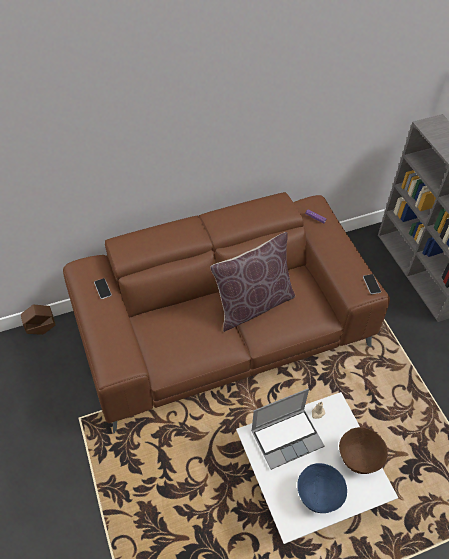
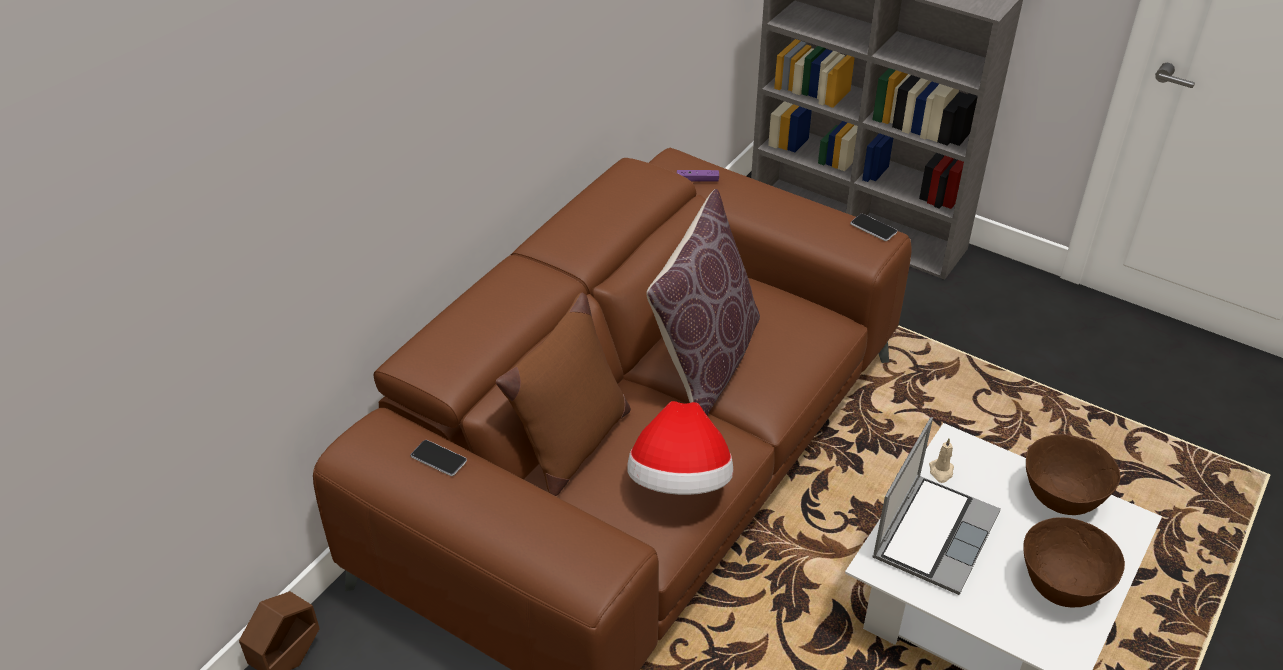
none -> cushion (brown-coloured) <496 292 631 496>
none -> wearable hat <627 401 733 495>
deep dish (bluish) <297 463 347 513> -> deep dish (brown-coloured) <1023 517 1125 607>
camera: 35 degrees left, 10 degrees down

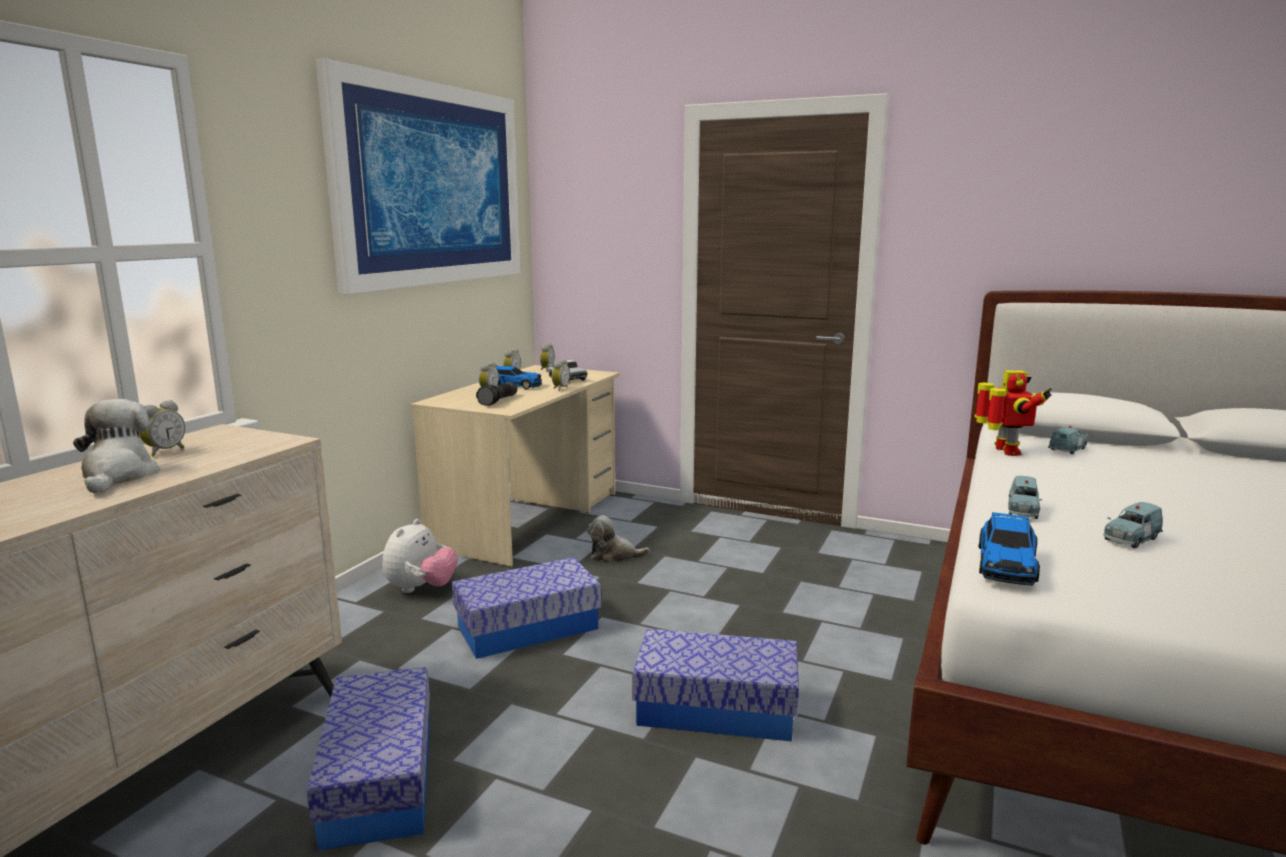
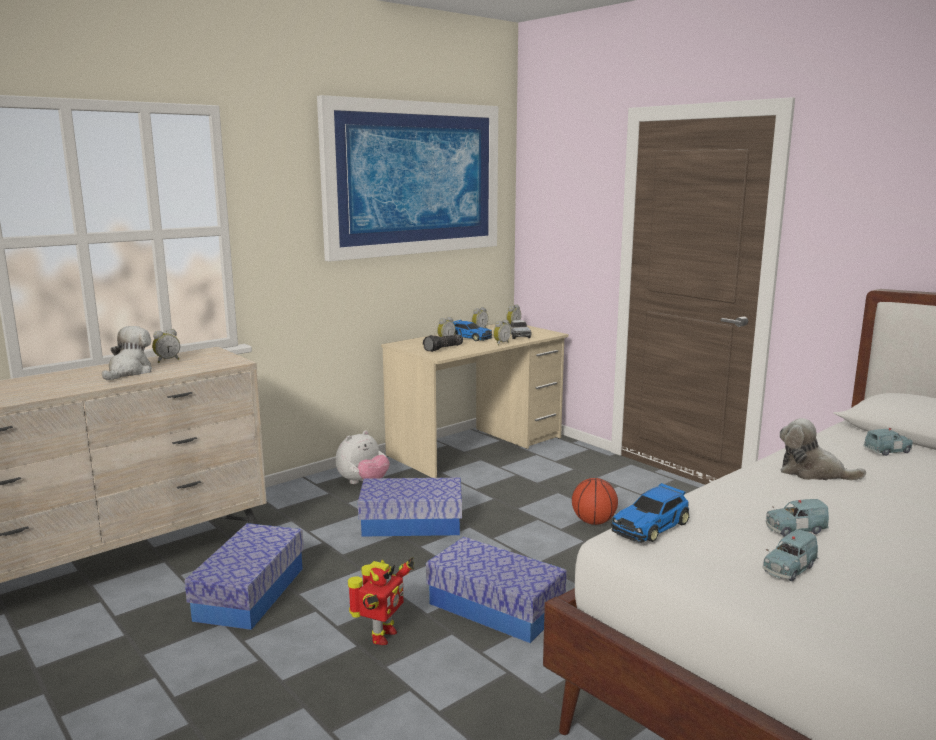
model robot <975 370 1052 456> -> model robot <348 557 414 645>, relocated
none -> basketball <572 478 618 525>
miniature car (bluish) <1008 476 1042 519> -> miniature car (bluish) <763 529 818 581>, relocated
cuddly toy <587 515 650 563> -> cuddly toy <780 418 866 480>, relocated
camera: 25 degrees right, 0 degrees up

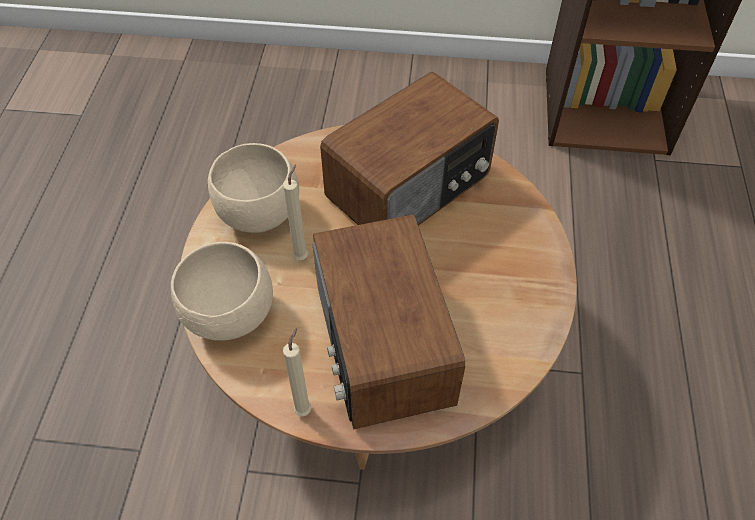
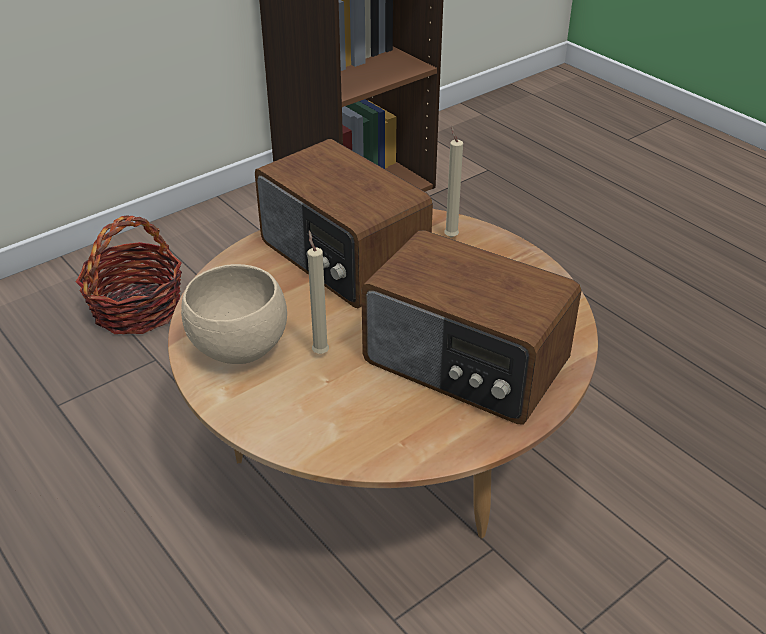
none -> basket <76 215 182 335>
radio receiver <320 72 499 226> -> radio receiver <255 139 433 308>, 135 degrees clockwise
wax light (beige-coloured) <283 328 311 417> -> wax light (beige-coloured) <444 125 463 238>, relocated
deep dish (beige-coloured) <171 242 273 341> -> none
camera: 45 degrees left, 15 degrees down

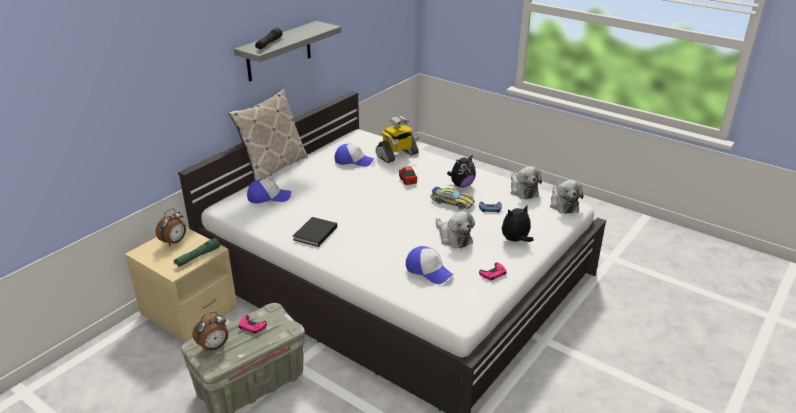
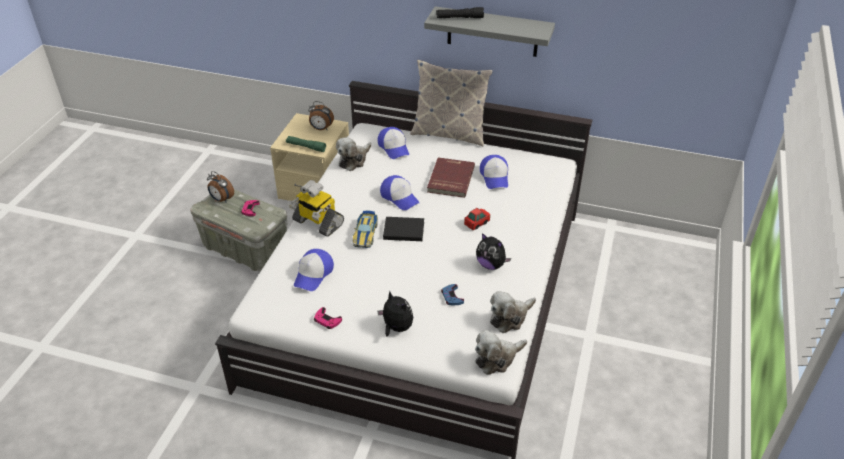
model robot <375 115 420 163> -> model robot <288 180 344 237>, relocated
cuddly toy <436 211 475 248> -> cuddly toy <336 137 371 171>, relocated
miniature car <430 187 475 210> -> miniature car <353 211 378 248>, relocated
none -> peaked cap <380 175 420 210>
bound book (black-coloured) <293 217 337 247> -> bound book (black-coloured) <383 217 424 241>, relocated
none -> bound book (red-coloured) <427 157 475 198>
camera: 70 degrees right, 10 degrees up

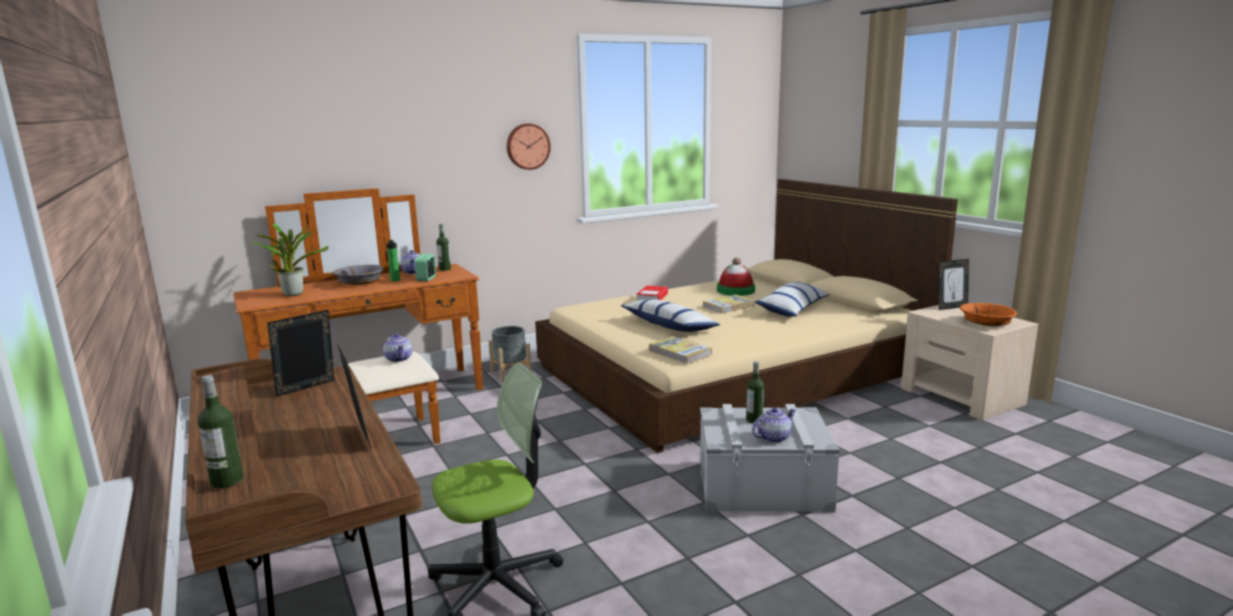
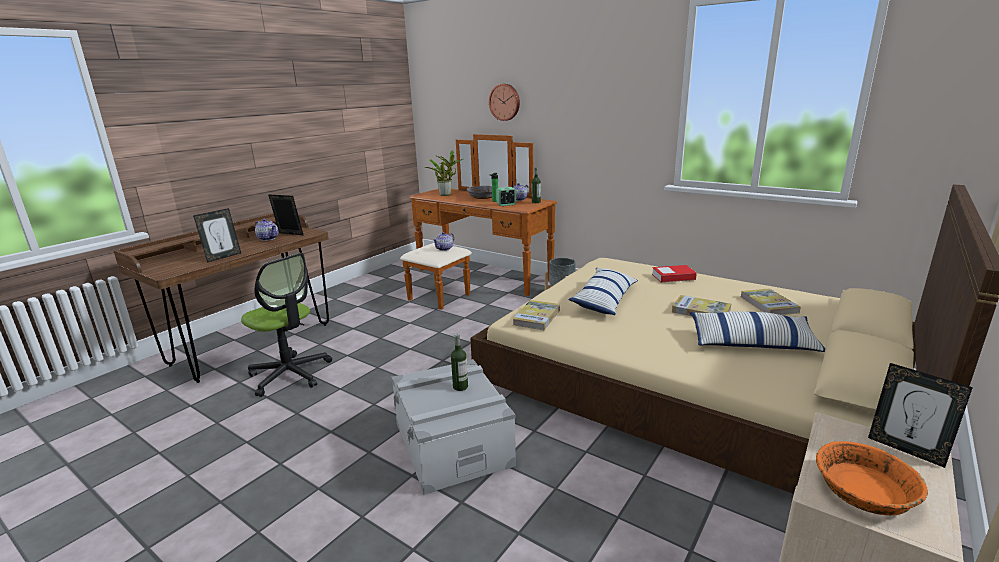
pot for tea <752 407 796 443> -> pot for tea <255 218 278 241>, relocated
clock on the wall <507 123 551 170> -> clock on the wall <489 84 520 121>, relocated
wearable hat <717 258 755 296> -> bound book <741 289 801 315>
beverage bottle <198 375 243 488> -> none
camera: 65 degrees right, 5 degrees up

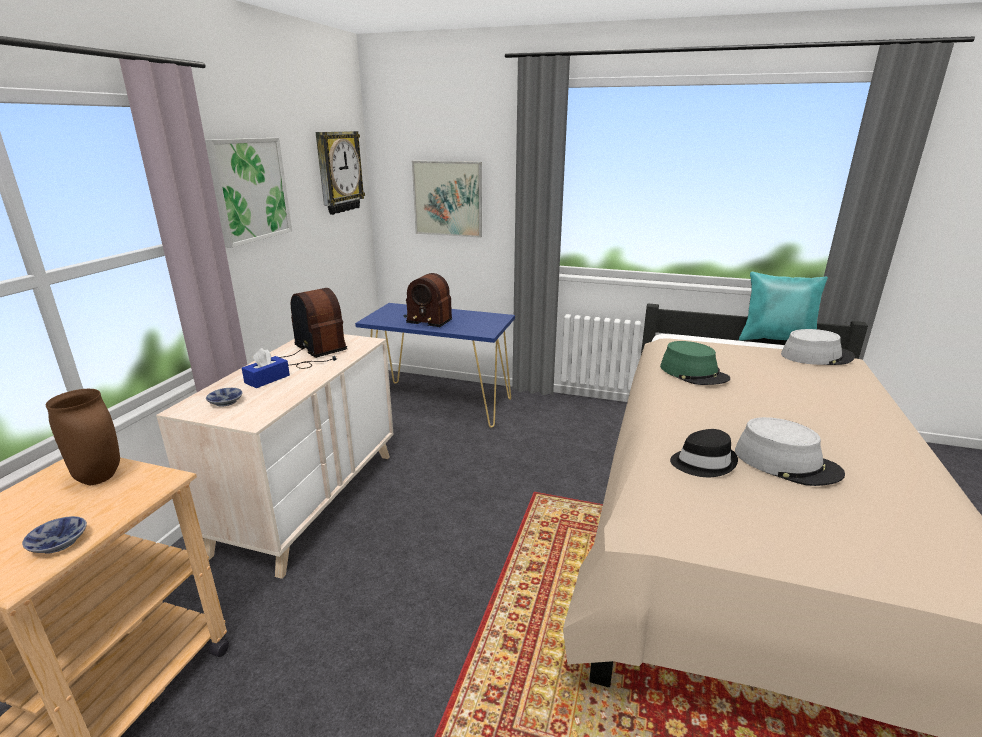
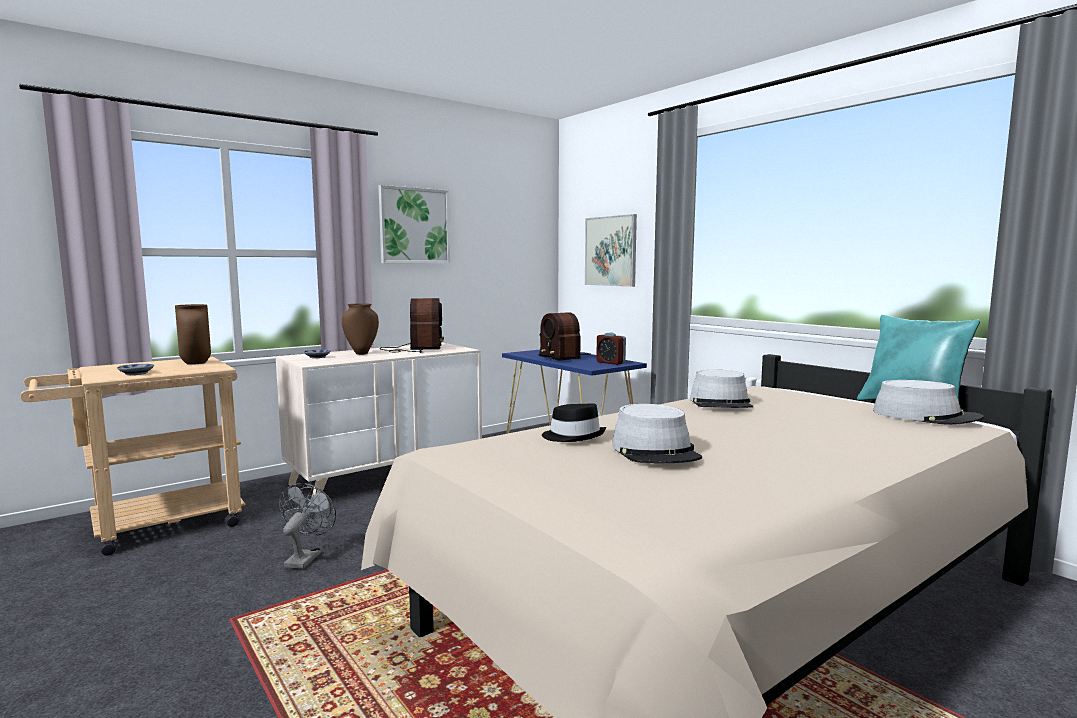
none -> fan (grey) <279 483 336 569>
tissue box (bluish) <242 348 290 388> -> flower vase (brown-coloured) <342 303 379 355>
none -> table clock <596 332 626 365>
wearable hat (green-coloured) <660 341 730 385> -> wearable hat (grey) <690 369 753 408>
clock on the wall <316 131 365 215> -> none
camera: 35 degrees right, 15 degrees down

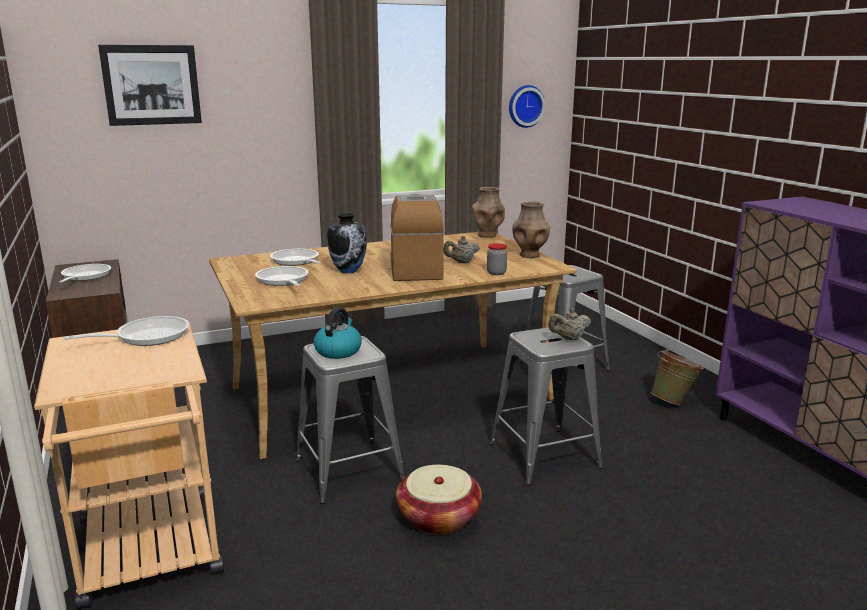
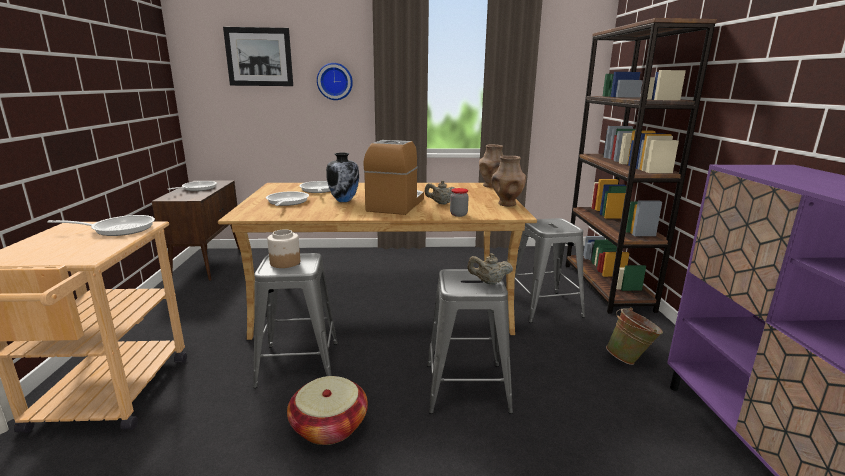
tea kettle <313 307 362 359> -> preserve jar <267 229 300 268>
clock on the wall <509 85 545 128> -> clock on the wall <317 63 353 100>, relocated
none -> shelving unit (brown-coloured) <565 18 717 314>
camera: 20 degrees right, 0 degrees up

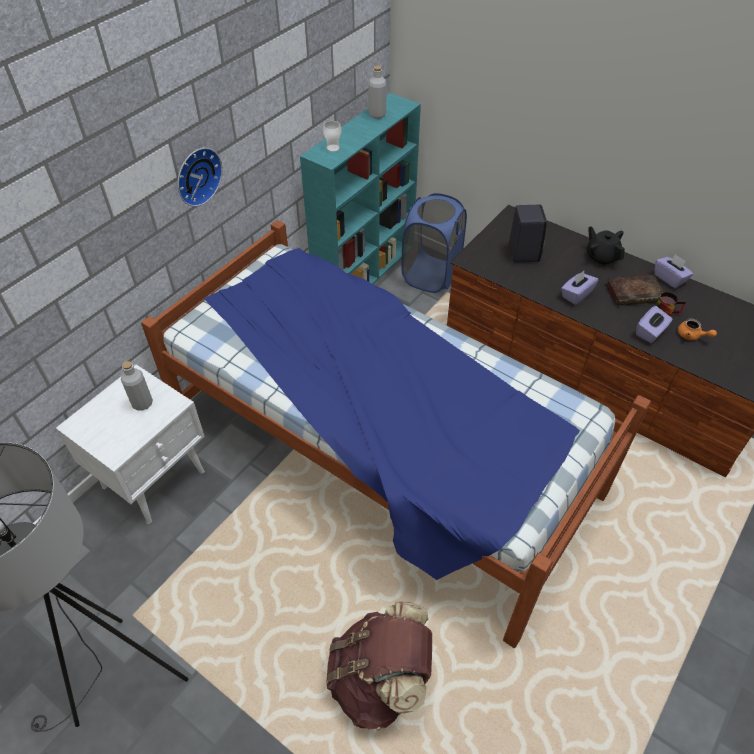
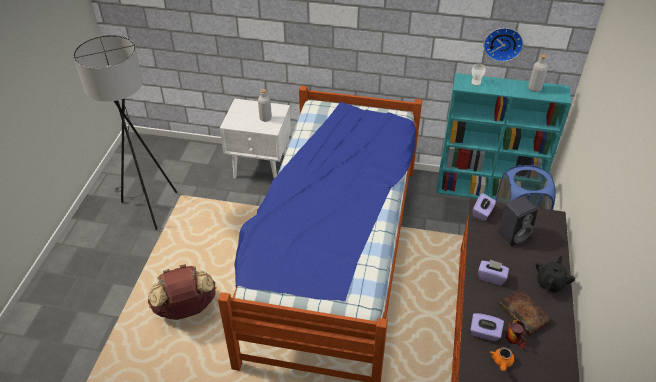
tissue box (purplish) <655 254 693 288> -> tissue box (purplish) <473 193 496 221>, relocated
clock on the wall <177 148 223 207> -> clock on the wall <483 28 524 62>, relocated
camera: 65 degrees right, 5 degrees down

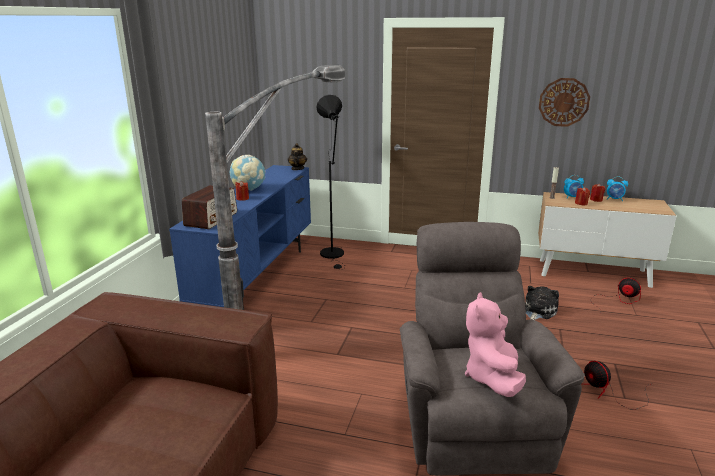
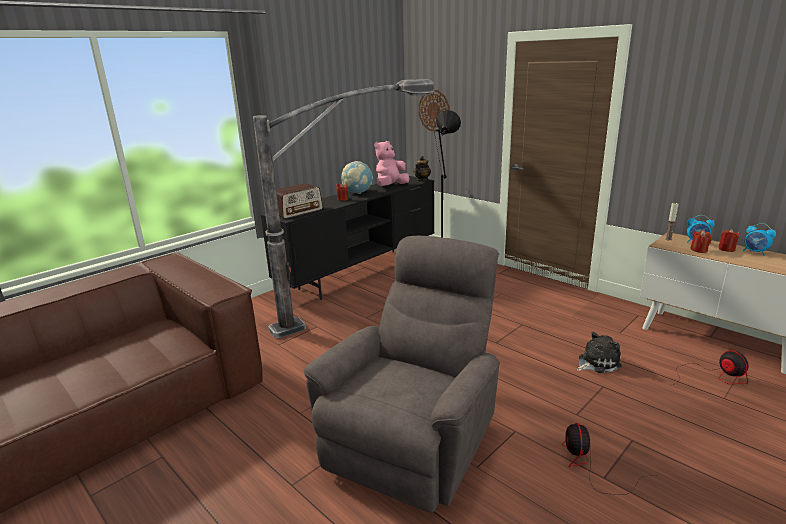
media console (bluish) <169 165 311 310> -> media console (black-coloured) <261 176 434 300>
cuddly toy (pink-coloured) <465 292 526 397> -> cuddly toy (pink-coloured) <374 141 410 186>, relocated
clock on the wall <539 78 590 127> -> clock on the wall <418 90 450 131>, relocated
camera: 30 degrees right, 0 degrees up

